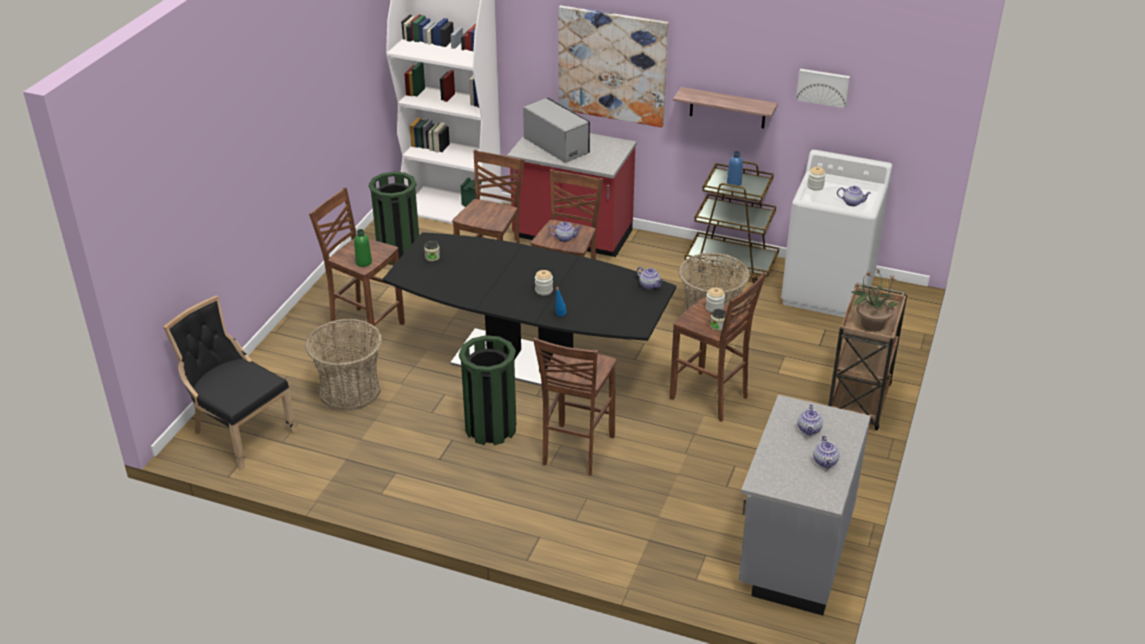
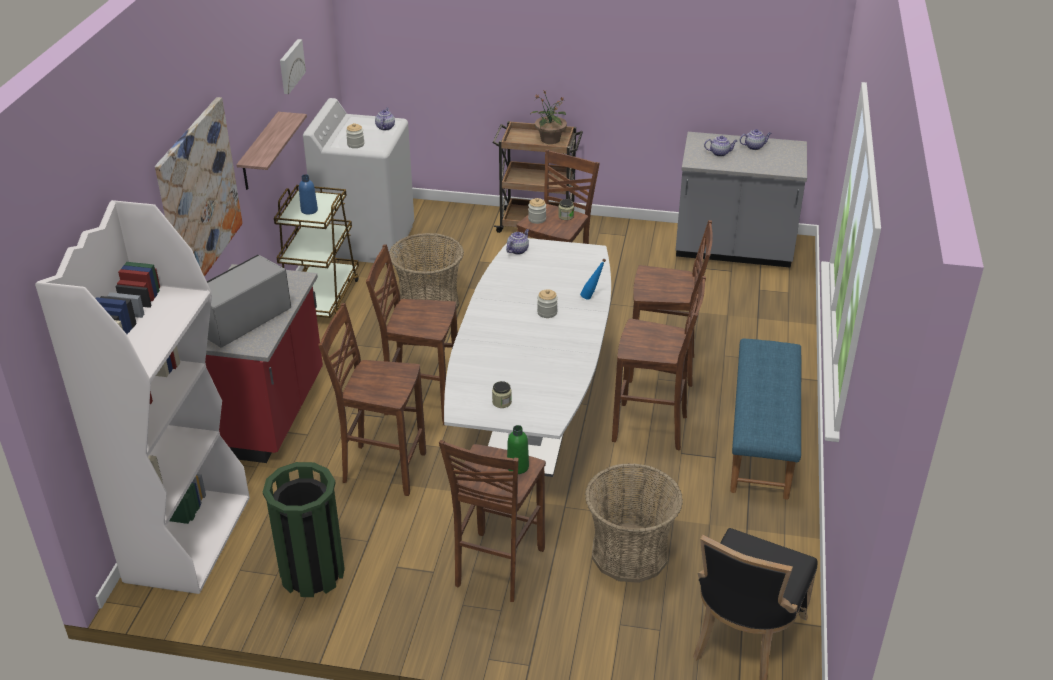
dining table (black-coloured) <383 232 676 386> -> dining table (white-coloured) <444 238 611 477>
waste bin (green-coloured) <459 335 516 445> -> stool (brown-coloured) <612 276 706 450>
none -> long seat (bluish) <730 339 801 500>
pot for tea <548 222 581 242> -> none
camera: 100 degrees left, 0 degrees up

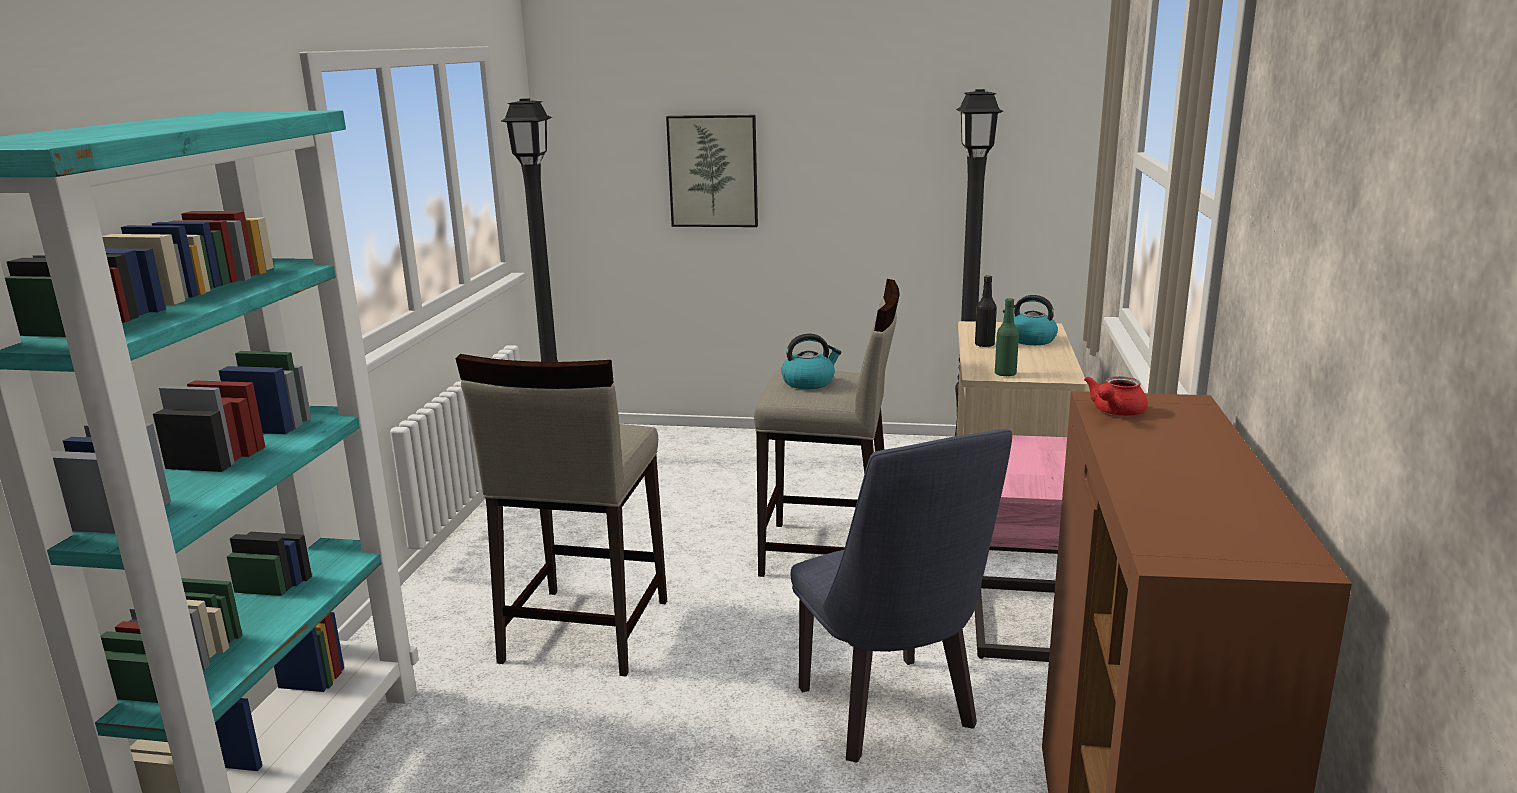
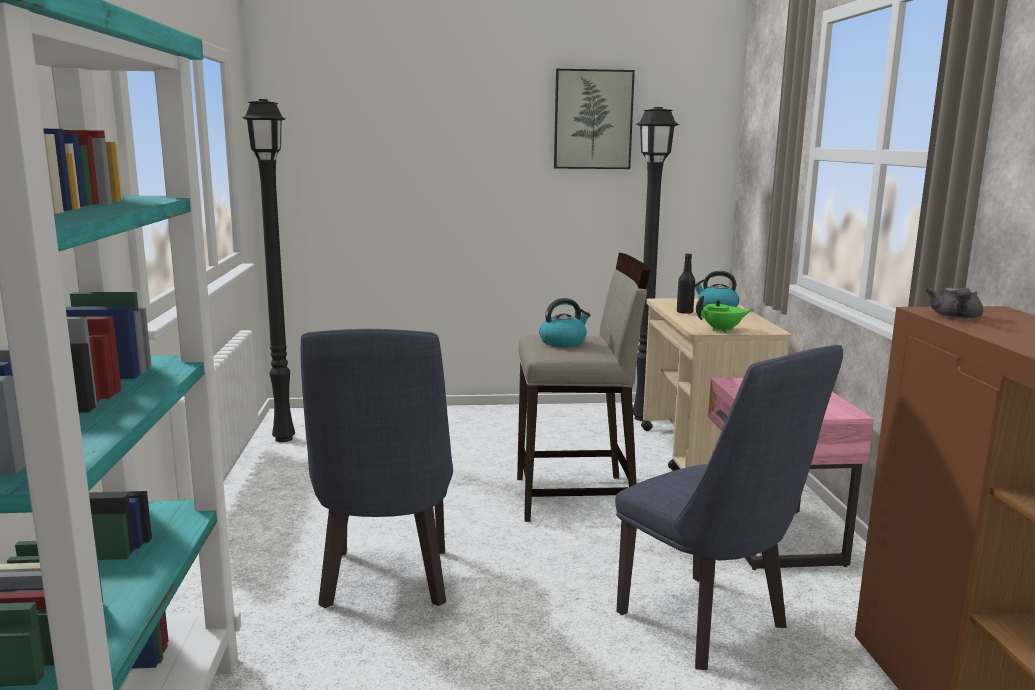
stool (beige-coloured) <455 354 667 677> -> upright chair (bluish) <301 329 453 608>
wall art <666 115 758 227> -> wall art <554 69 635 169>, relocated
beverage bottle (green-coloured) <995 298 1019 377> -> pot for tea (green-coloured) <696 295 753 333>
pot for tea (red-coloured) <1084 376 1148 416> -> pot for tea (grey) <926 287 983 319>
camera: 15 degrees left, 5 degrees down

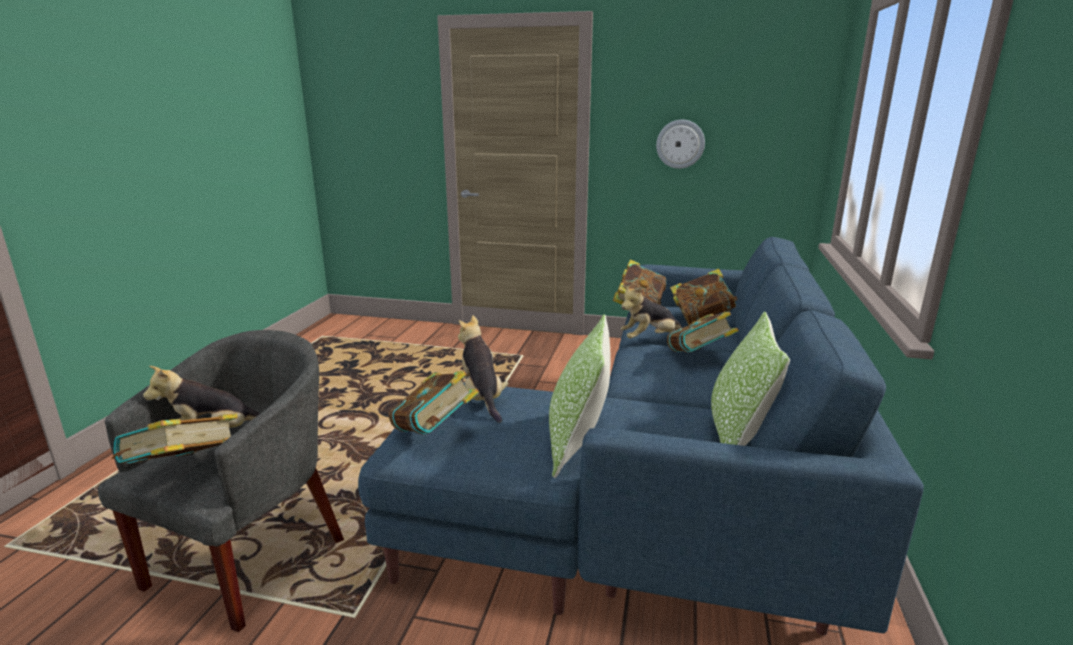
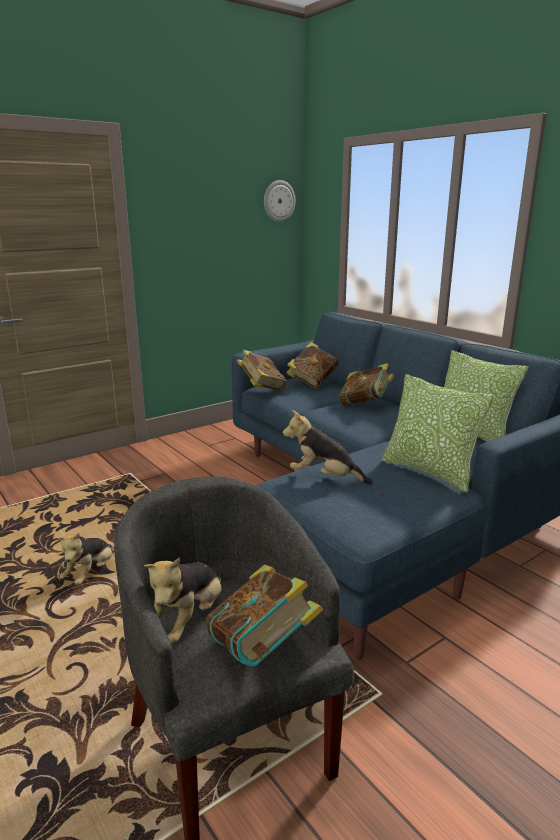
cuddly toy <621 285 682 338> -> cuddly toy <57 533 114 585>, relocated
clock on the wall <656 119 705 169> -> clock on the wall <264 180 295 222>, relocated
bound book <389 371 479 435> -> none
camera: 50 degrees left, 0 degrees up

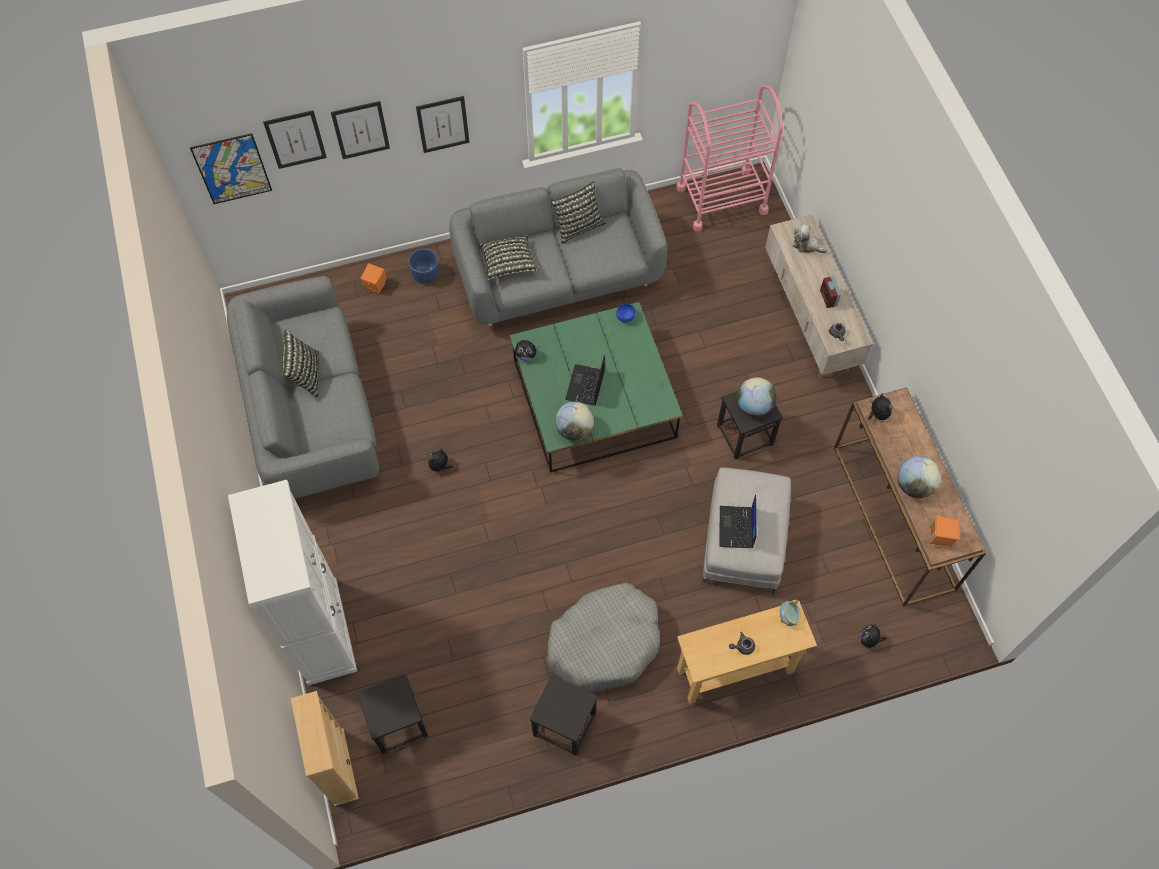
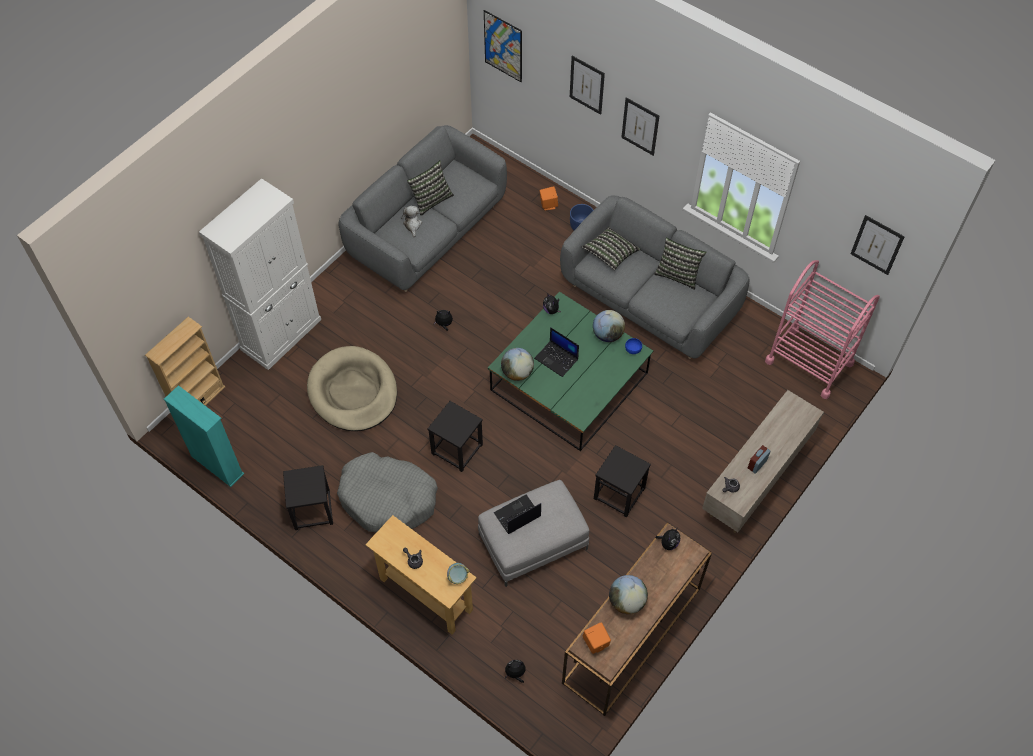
none -> shelving unit (blue-green) <164 385 244 487>
none -> pet bed (beige-coloured) <307 346 397 431>
cuddly toy <792 224 827 253> -> cuddly toy <401 205 422 237>, relocated
stool (black-coloured) <357 674 428 754> -> stool (black-coloured) <428 401 483 472>, relocated
laptop <565 355 605 405> -> laptop <534 327 579 377>, 120 degrees counterclockwise
world globe <737 377 777 417> -> world globe <593 310 625 342>, relocated
wall art <263 110 327 169> -> wall art <851 215 905 275>, relocated
camera: 55 degrees right, 5 degrees down

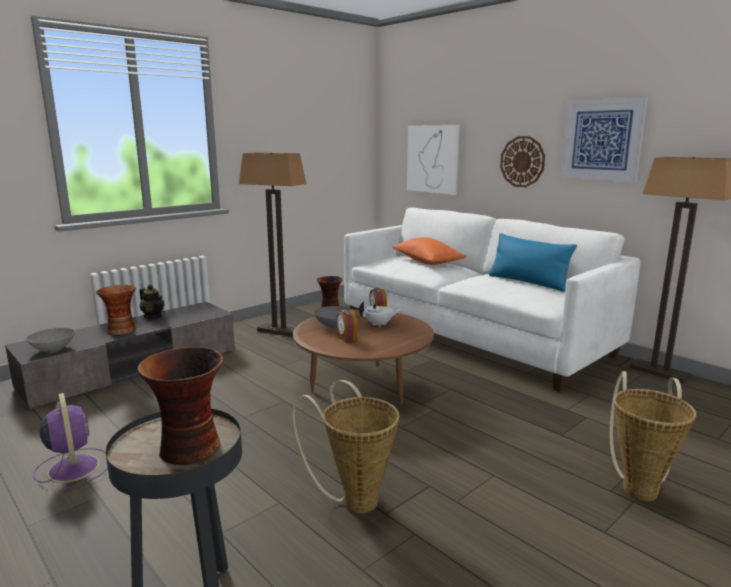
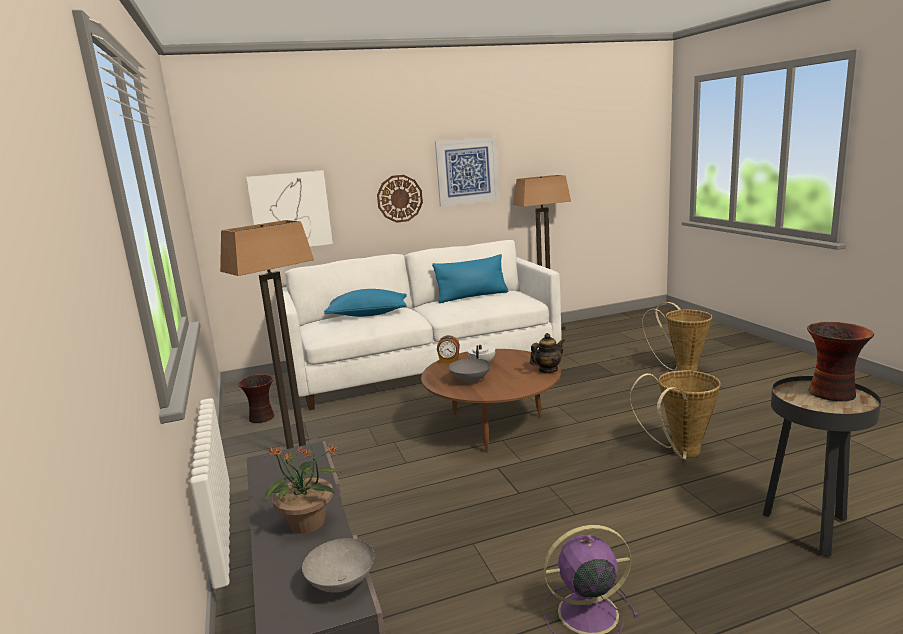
flower vase <96 285 136 335> -> plant in a pot <265 437 340 533>
cushion (orange) <392 237 466 265> -> cushion (bluish) <324 289 407 317>
pot for tea <139 284 164 319> -> pot for tea <530 333 565 373>, relocated
table clock <336 310 358 343> -> none
camera: 65 degrees left, 0 degrees up

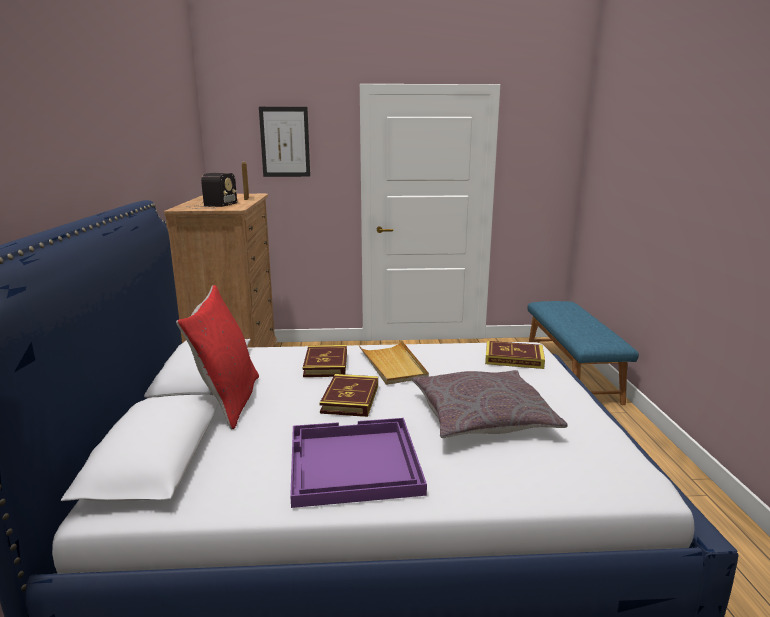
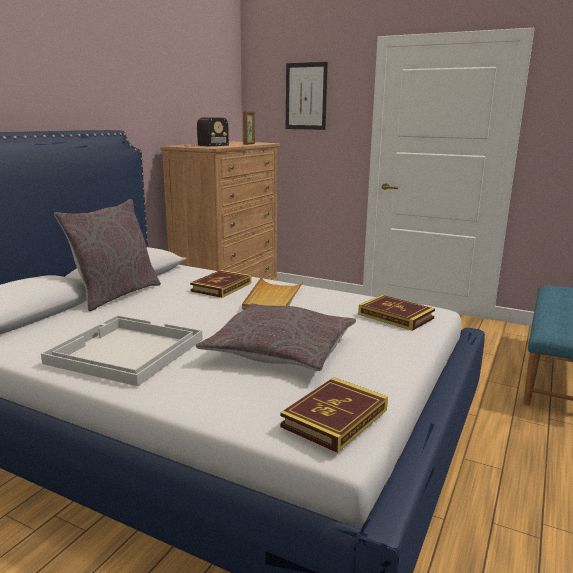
serving tray (purplish) <290 418 427 508> -> serving tray (white-coloured) <41 315 203 386>
cushion (red-coloured) <176 285 259 430> -> cushion (grey) <54 199 161 311>
bound book <319 374 378 417> -> bound book <280 377 388 453>, relocated
camera: 30 degrees right, 0 degrees up

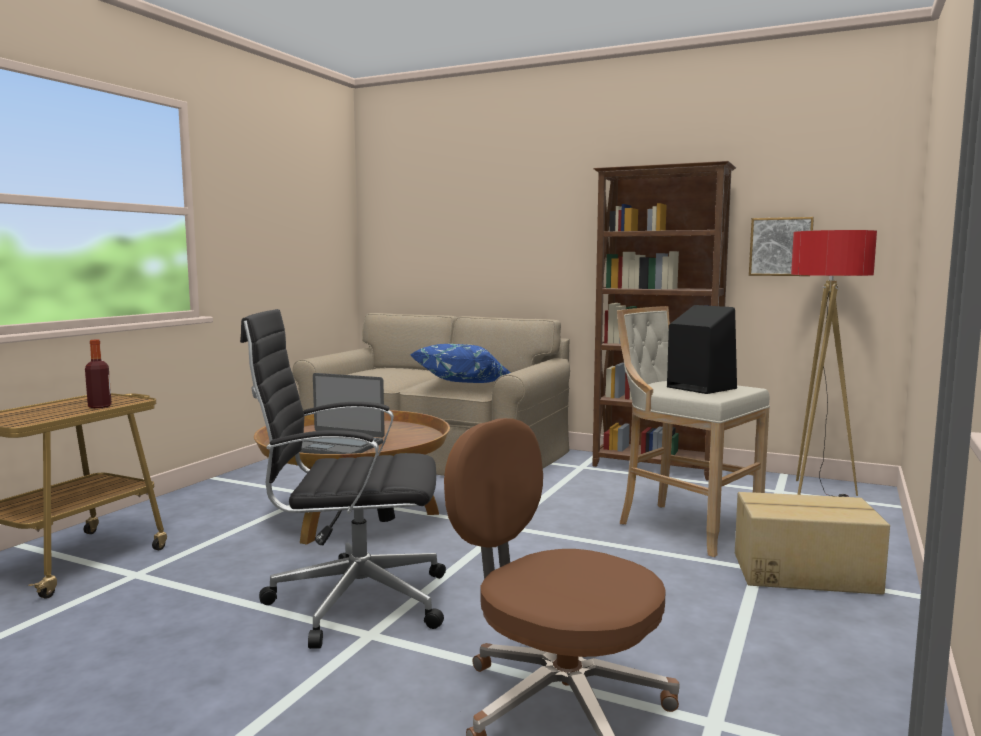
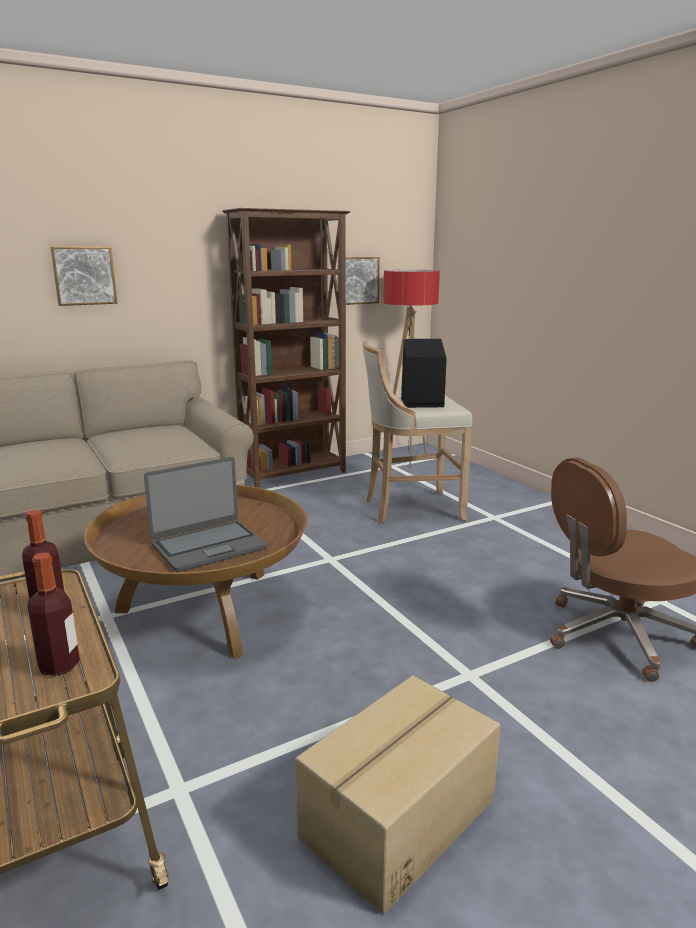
none -> beverage bottle <27 552 80 676>
none -> wall art <50 247 117 306>
carton <735 492 890 595> -> carton <295 675 500 914>, relocated
office chair (black-coloured) <240 309 446 649> -> none
cushion (bluish) <411 344 511 383> -> none
camera: 55 degrees left, 10 degrees up

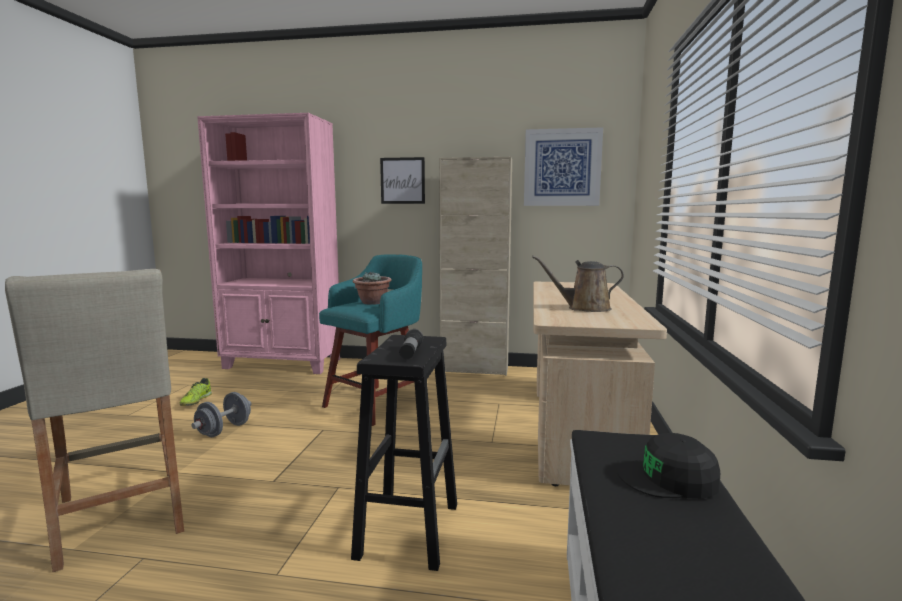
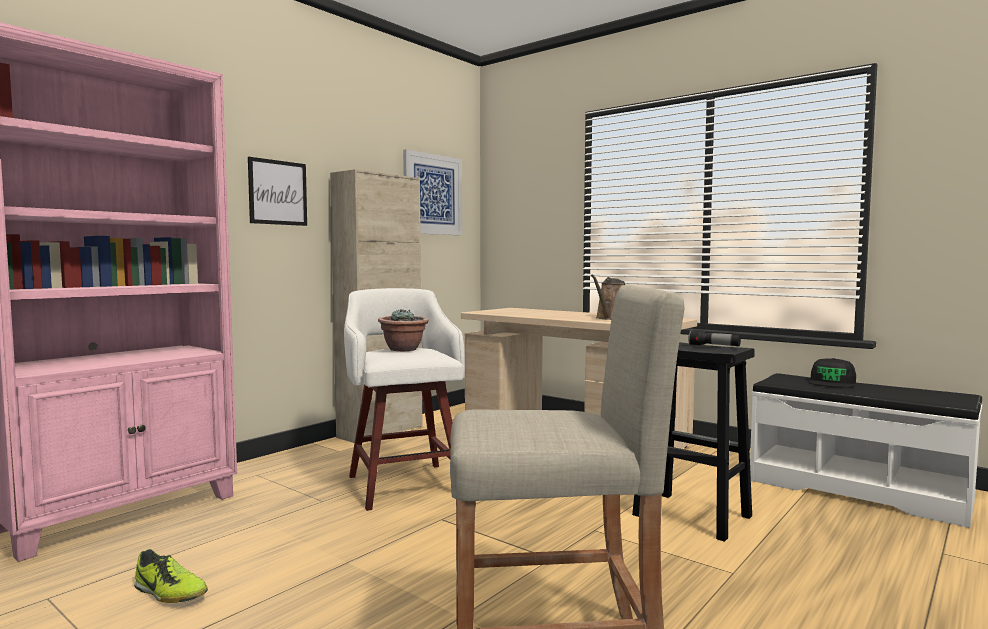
stool (blue-green) <319 254 422 426> -> stool (white-coloured) <344 288 465 511>
dumbbell (grey) <191 392 251 437> -> none
camera: 60 degrees left, 5 degrees down

